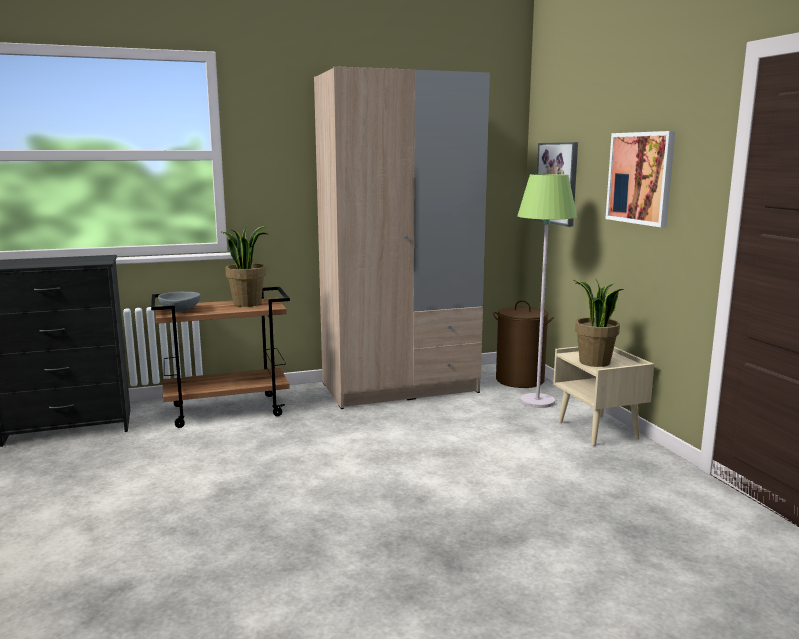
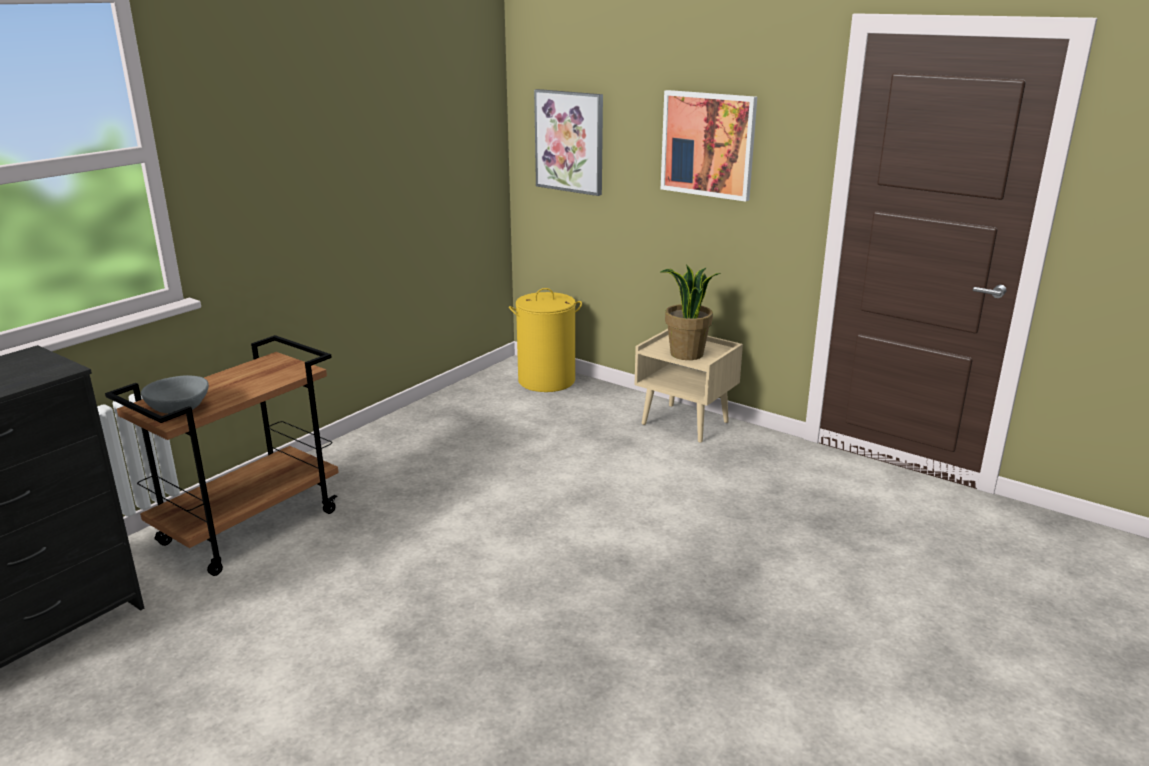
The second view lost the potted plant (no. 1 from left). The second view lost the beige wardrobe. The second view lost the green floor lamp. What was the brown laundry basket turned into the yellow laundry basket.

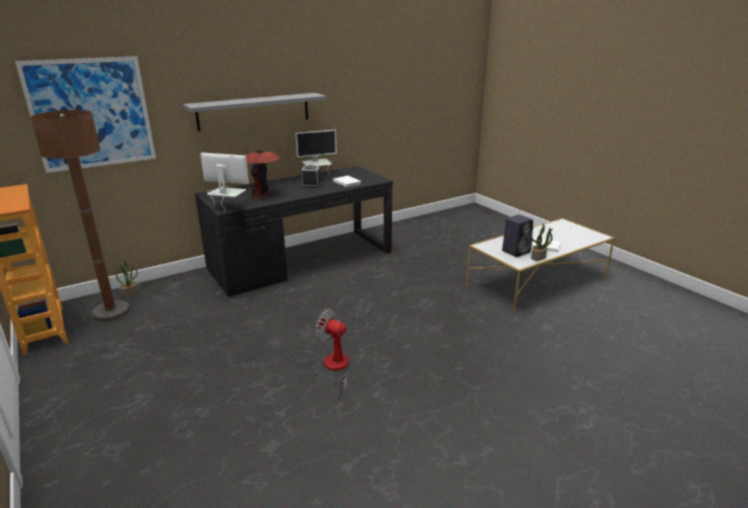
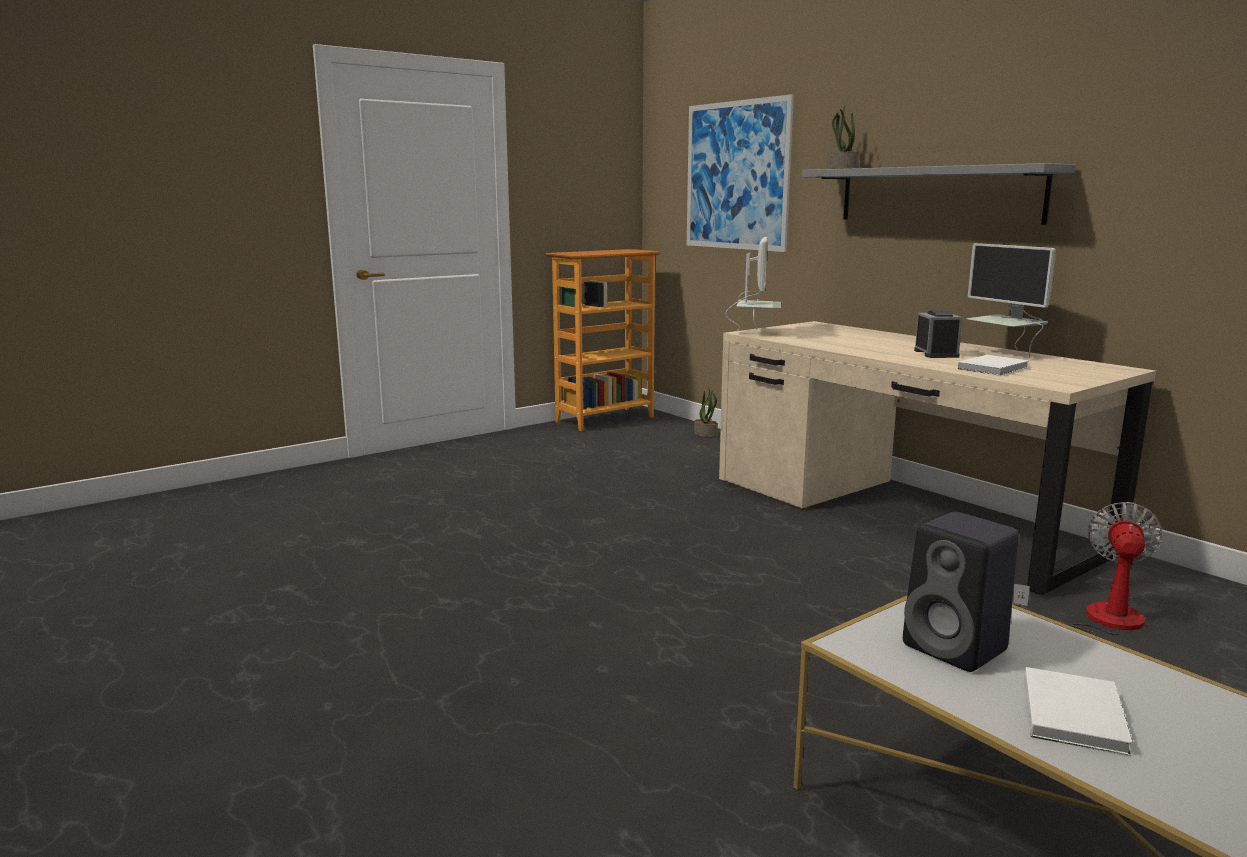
The second view lost the brown floor lamp. The second view lost the table lamp. The fan ended up elsewhere. The potted plant (no. 2 from left) ended up elsewhere. What was the black desk turned into the beige desk.

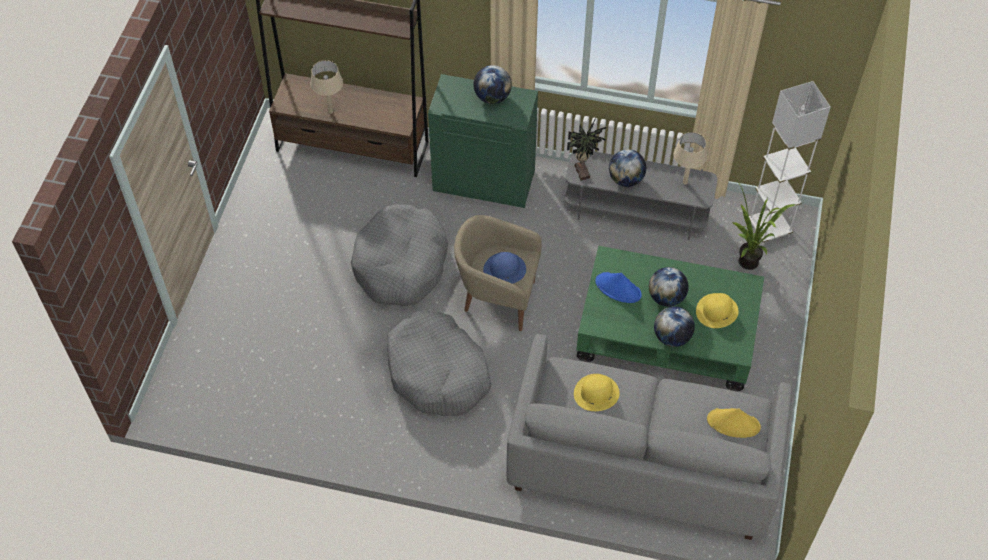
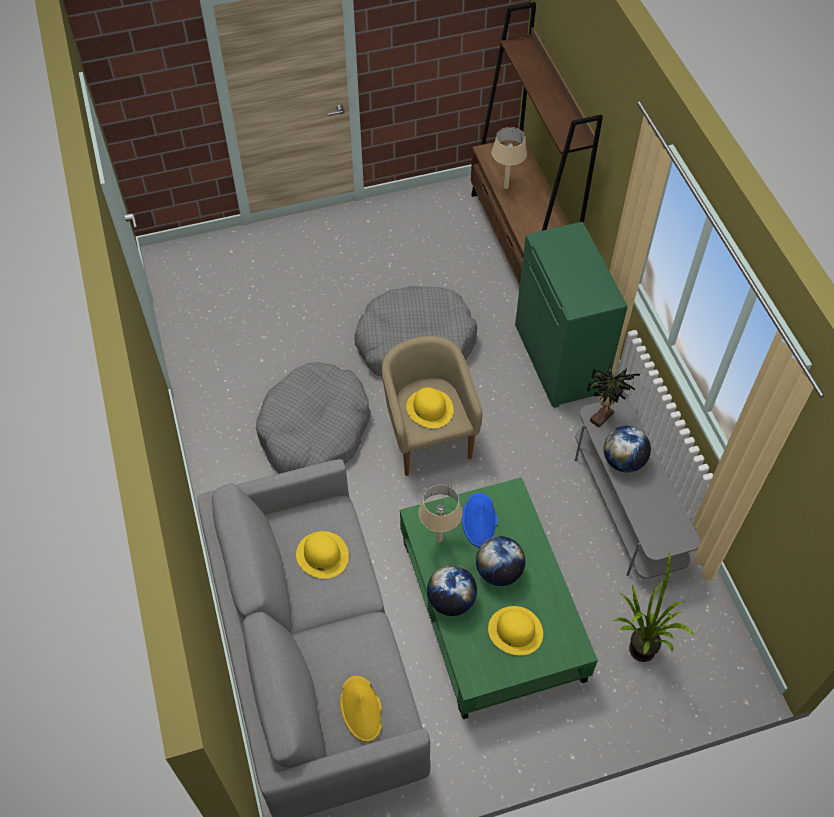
The second view lost the globe (no. 1 from left). The second view lost the white floor lamp. The beige table lamp (no. 2 from left in the first image) ended up elsewhere. What was the blue hat (no. 1 from left) turned into the yellow hat (no. 3 from left).

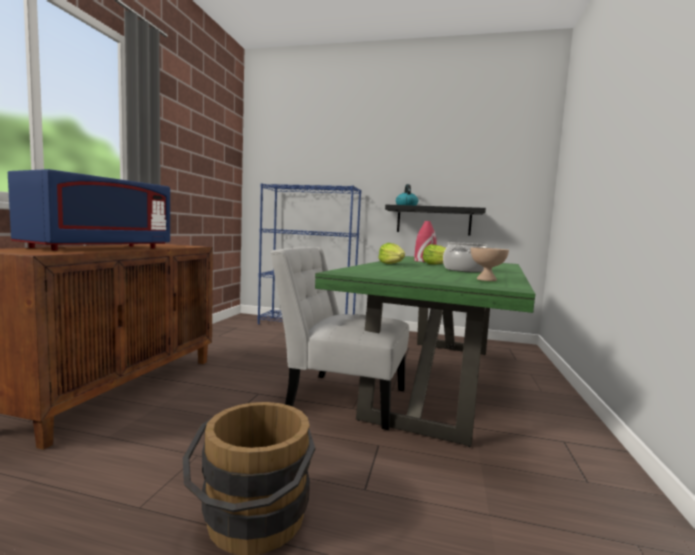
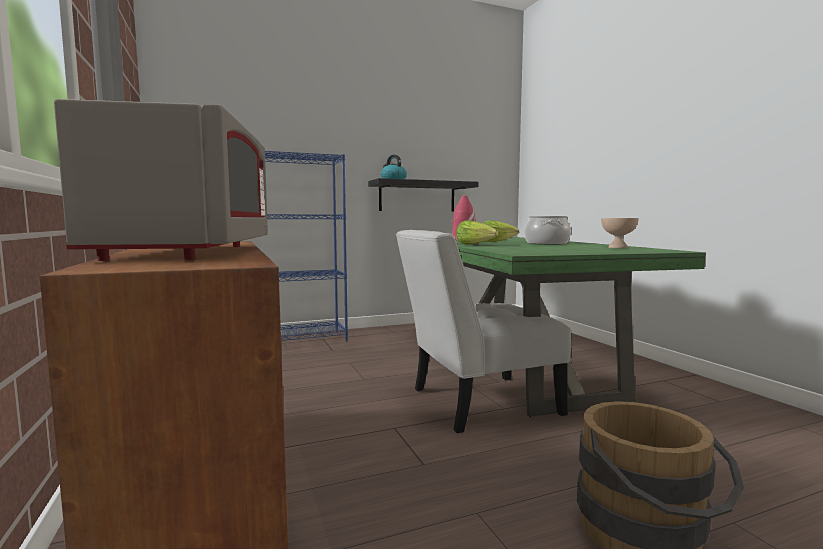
What was the blue microwave turned into the grey microwave.

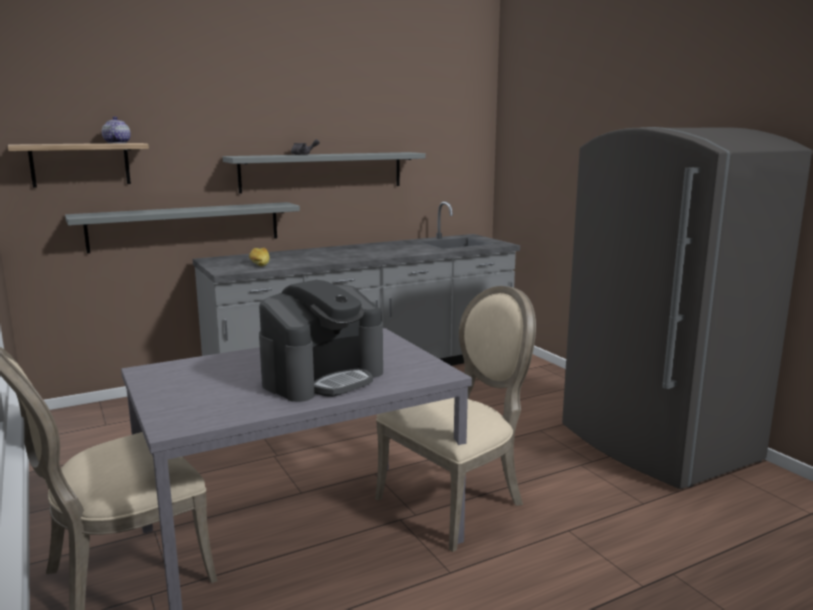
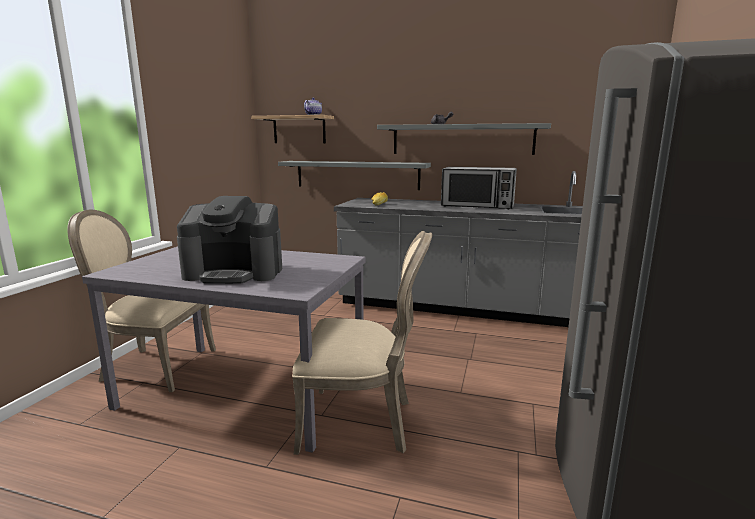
The second view gained the microwave.

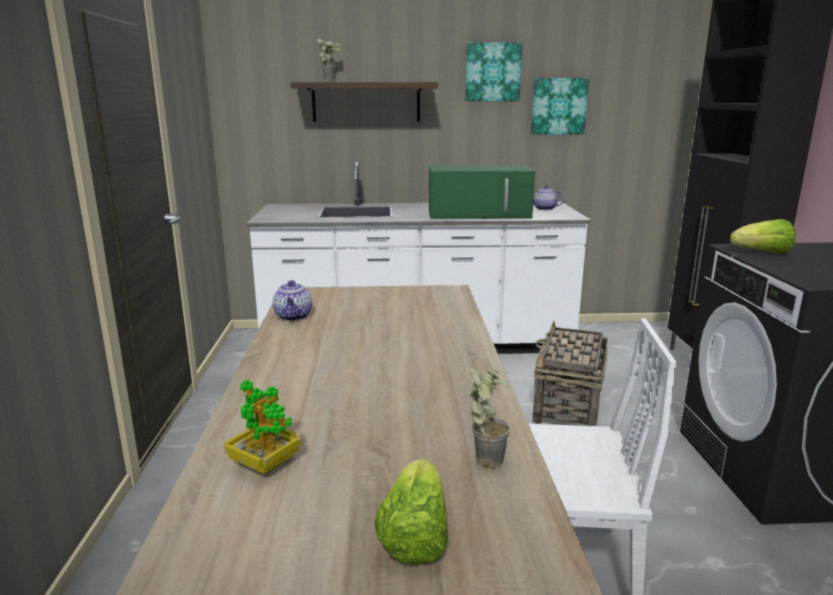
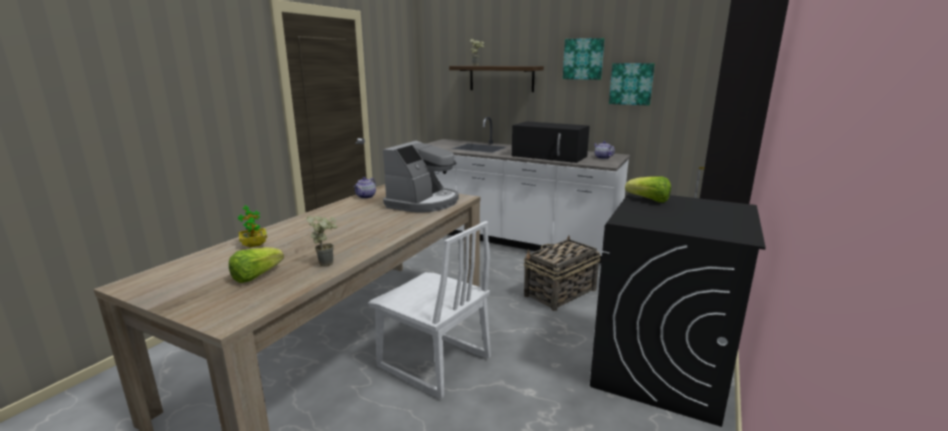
The second view gained the coffee machine. What was the green microwave turned into the black microwave.

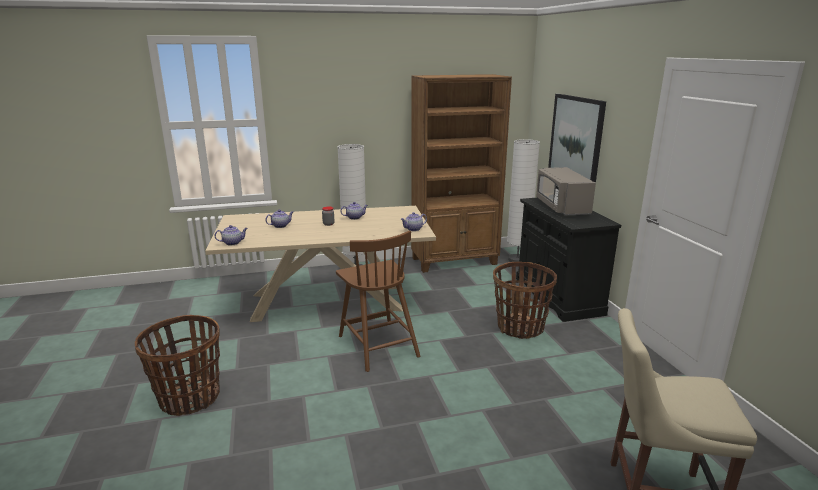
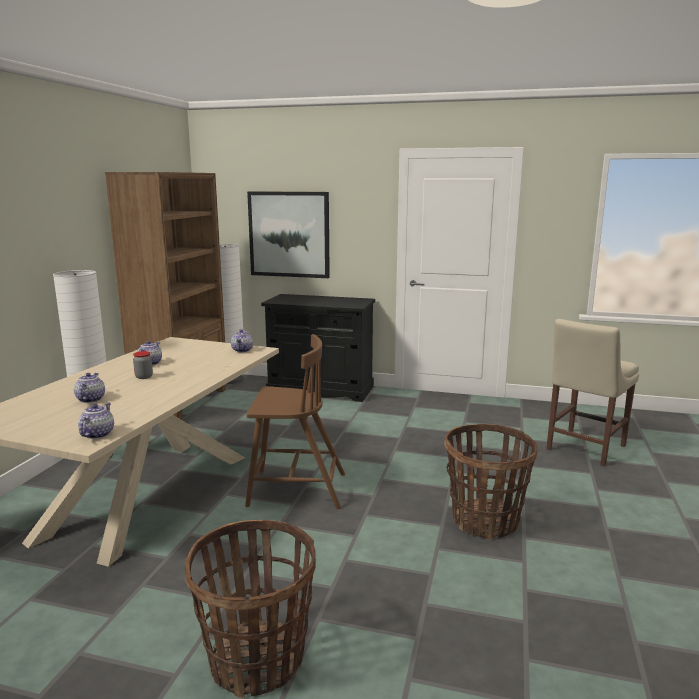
The second view lost the grey microwave. The basket (no. 2 from left) ended up elsewhere.

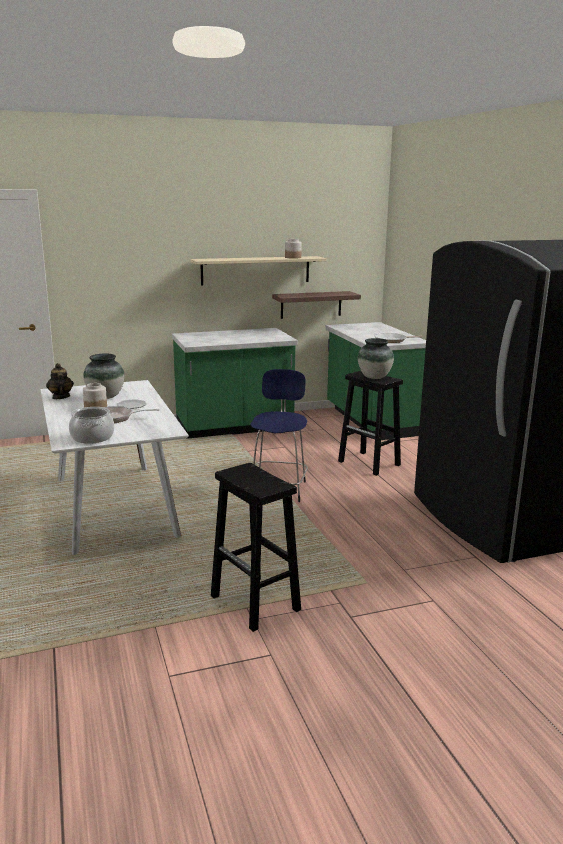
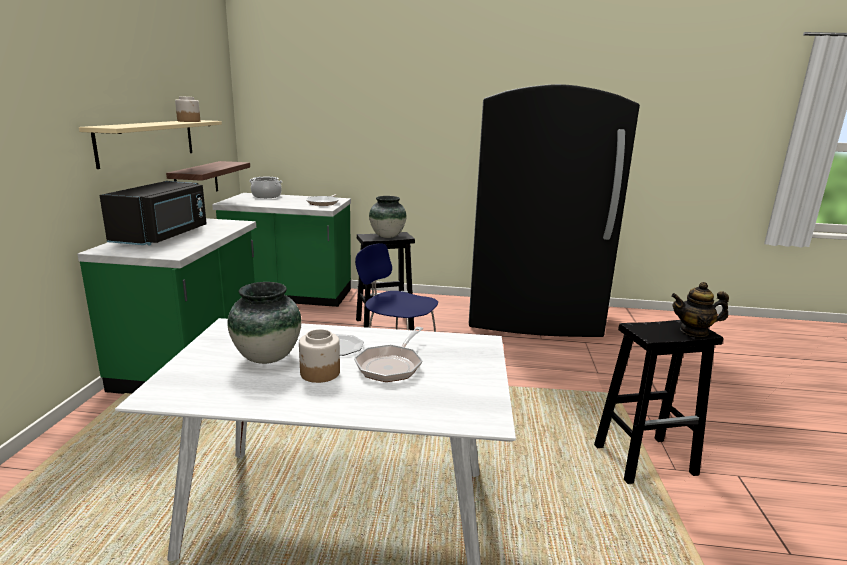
The second view gained the black microwave. The teapot ended up elsewhere. The cooking pot ended up elsewhere.

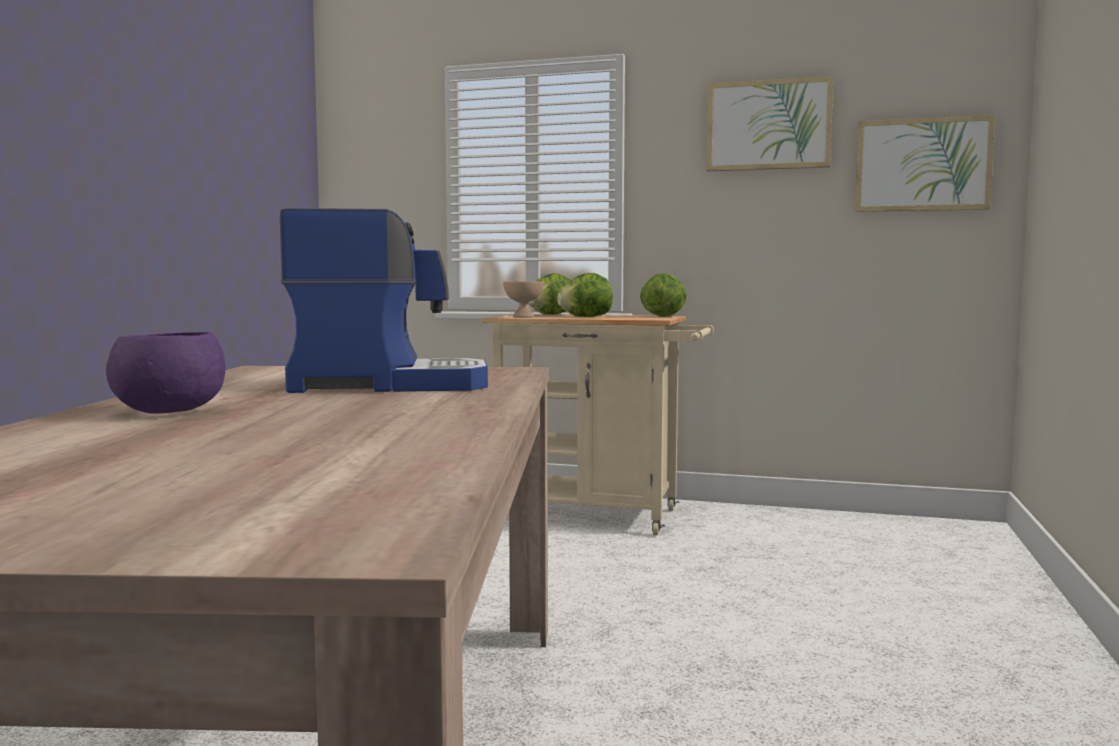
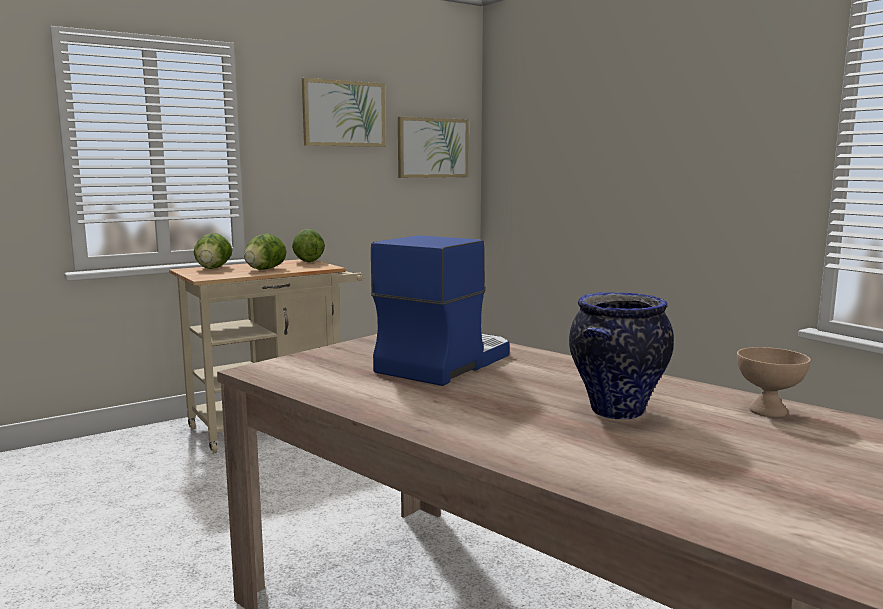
The second view lost the purple bowl. The second view gained the vase. The beige bowl ended up elsewhere.

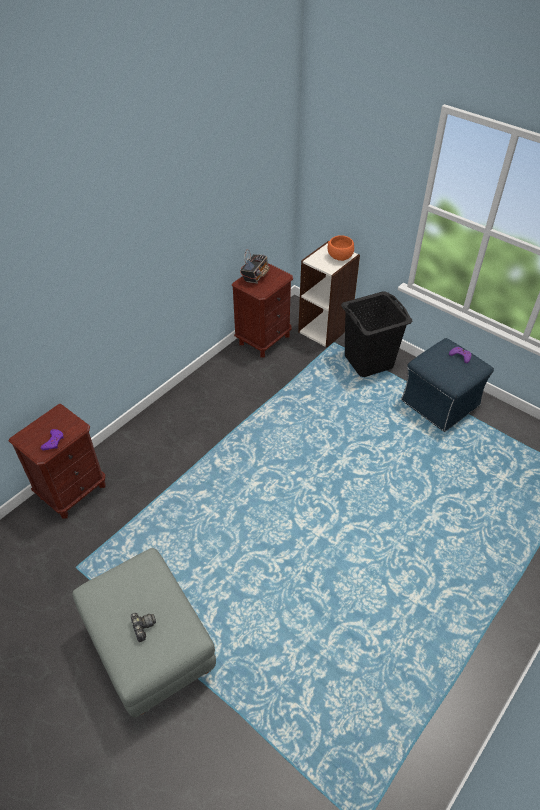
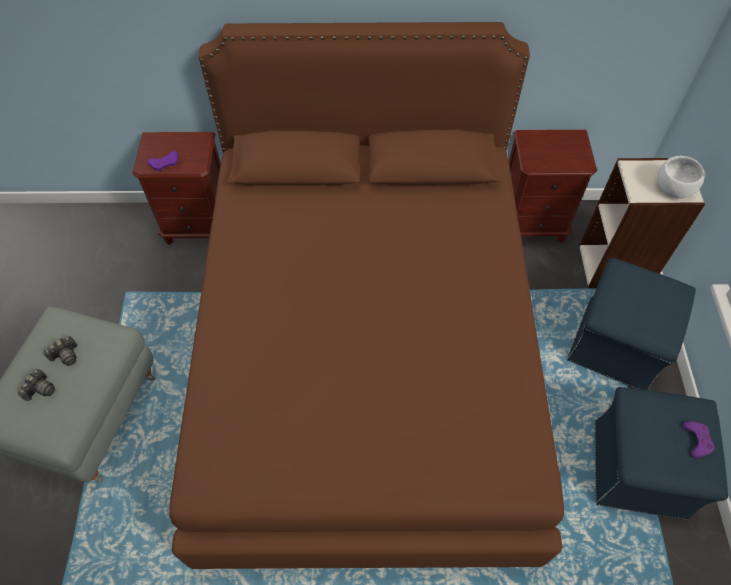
The second view lost the radio. The second view gained the photo camera (no. 2 from left). The second view gained the brown bed. Where the black laundry basket stood, the blue ottoman (no. 1 from left) came to stand. What was the orange bowl turned into the white bowl.

